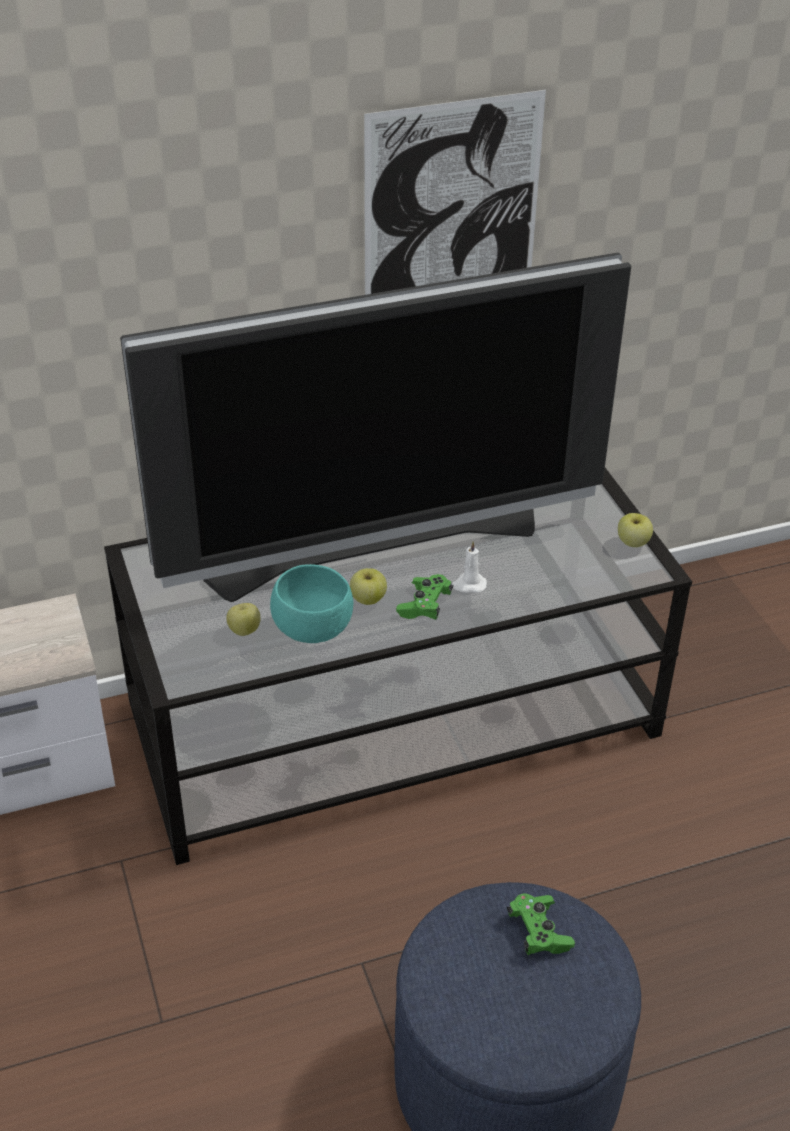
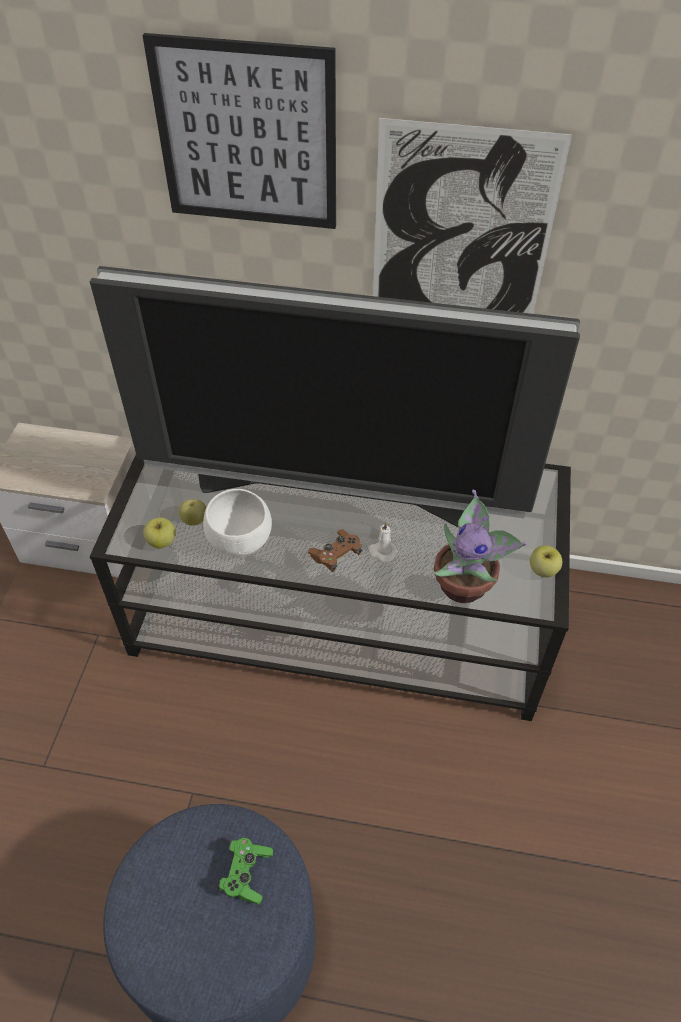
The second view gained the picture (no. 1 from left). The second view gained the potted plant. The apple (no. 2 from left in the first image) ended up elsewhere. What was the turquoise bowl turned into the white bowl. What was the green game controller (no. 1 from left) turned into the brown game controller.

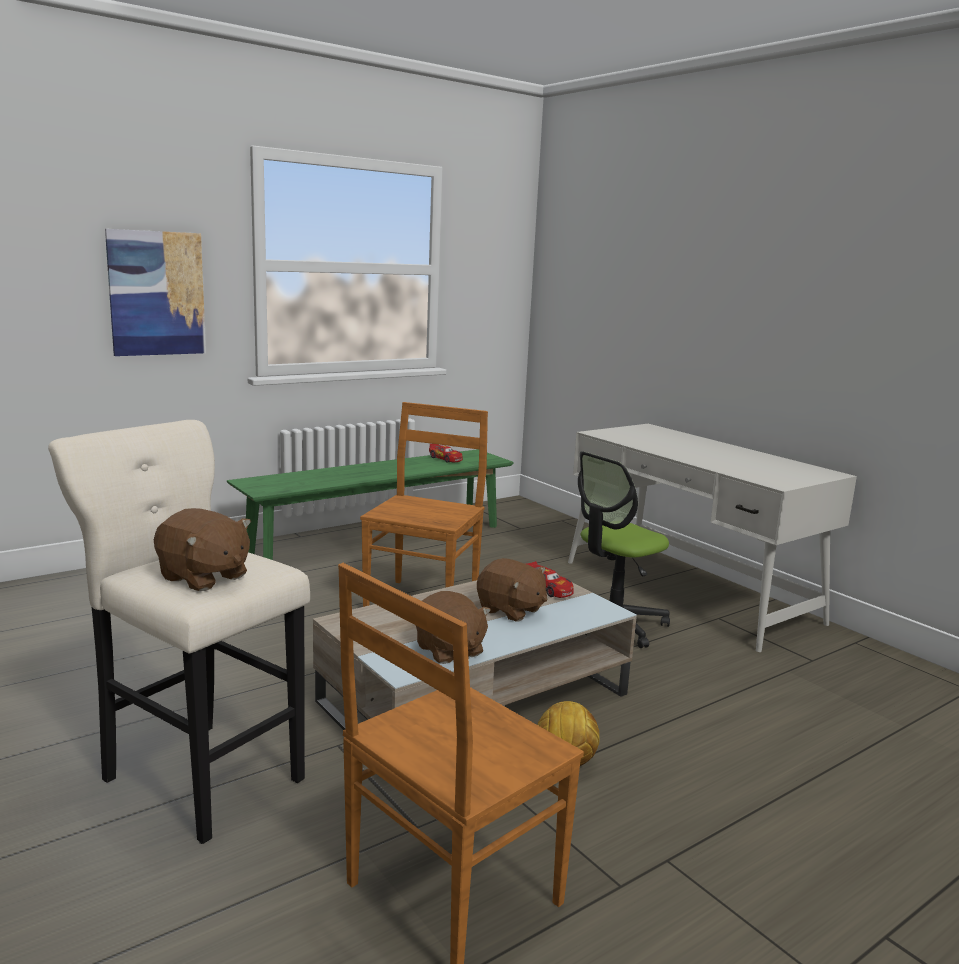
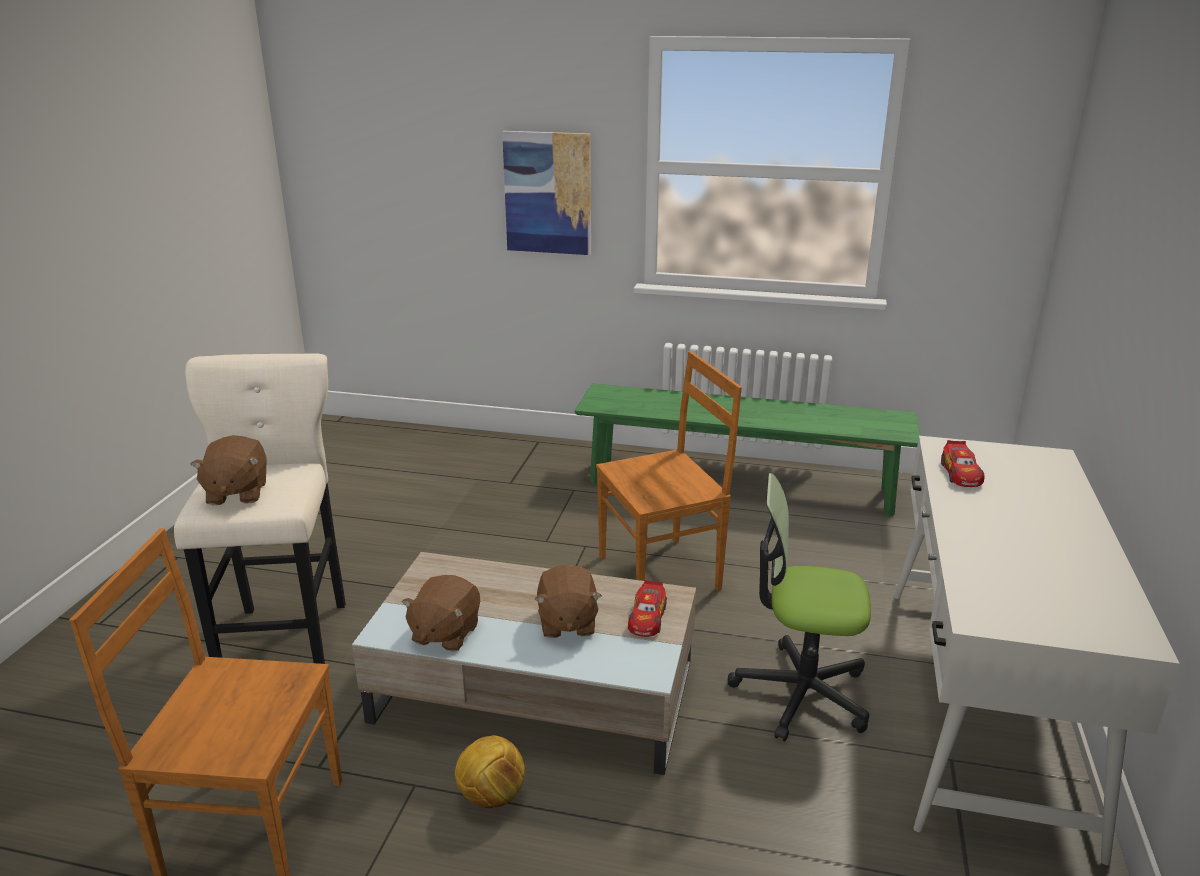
The toy car (no. 1 from left in the first image) ended up elsewhere.

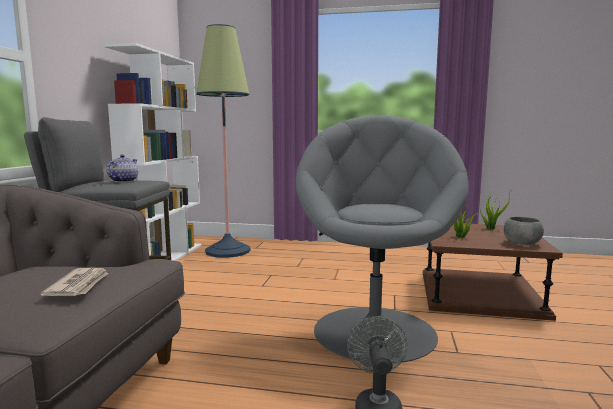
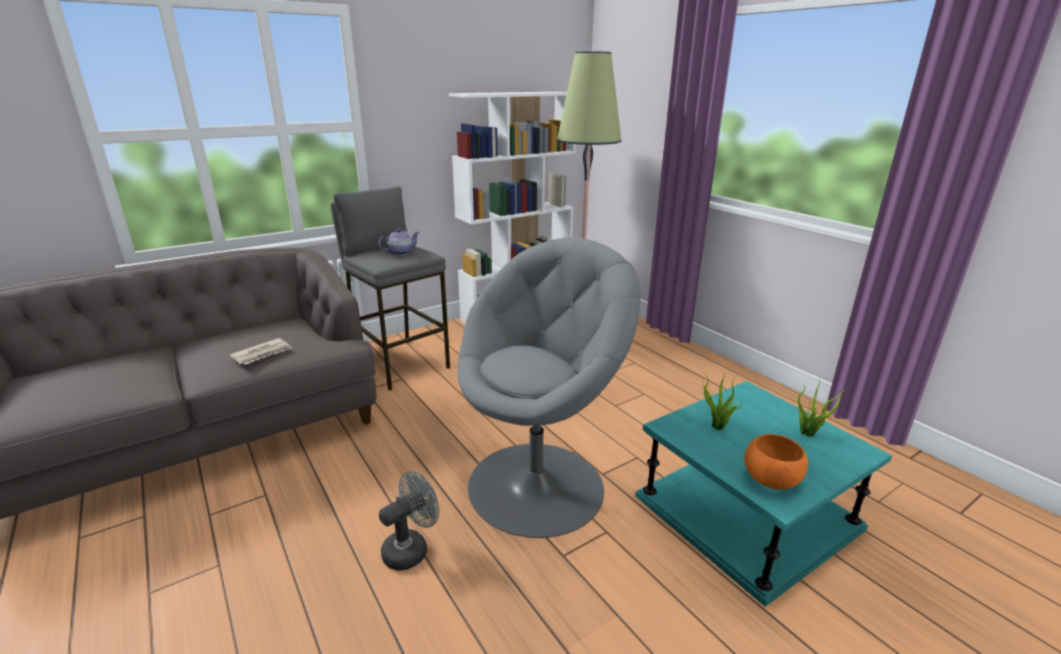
What was the brown side table turned into the turquoise side table. What was the grey bowl turned into the orange bowl.

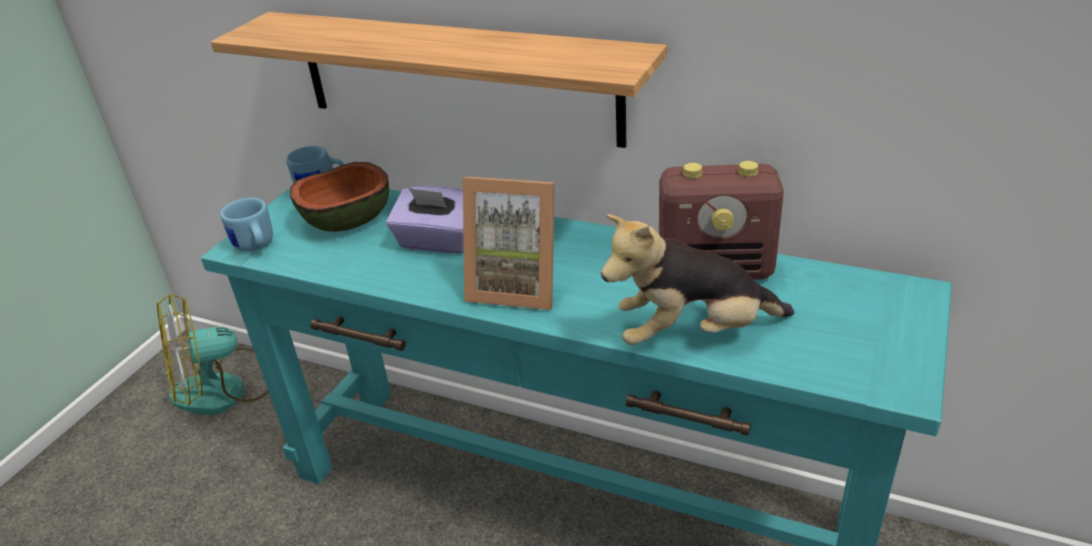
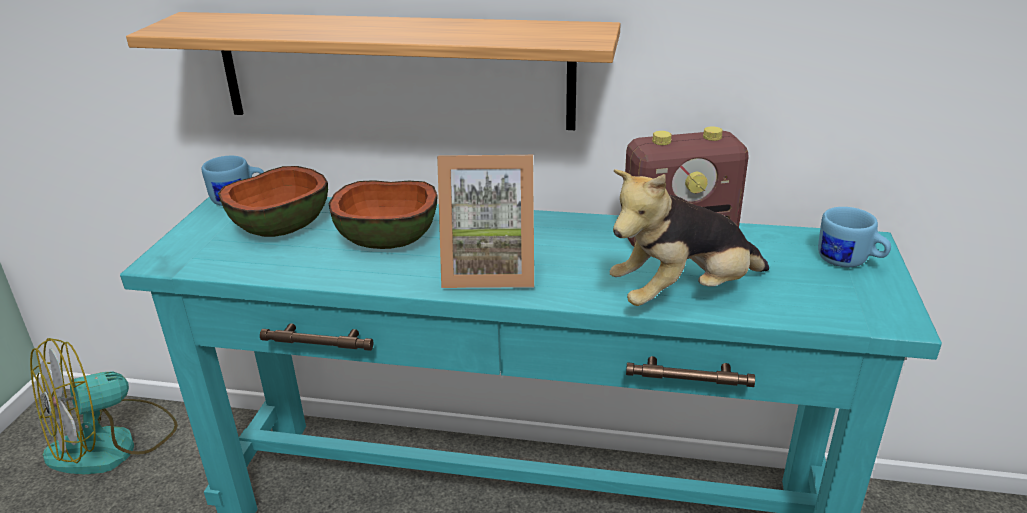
The blue mug (no. 1 from left in the first image) ended up elsewhere. Where the purple tissue box stood, the bowl (no. 2 from left) came to stand.

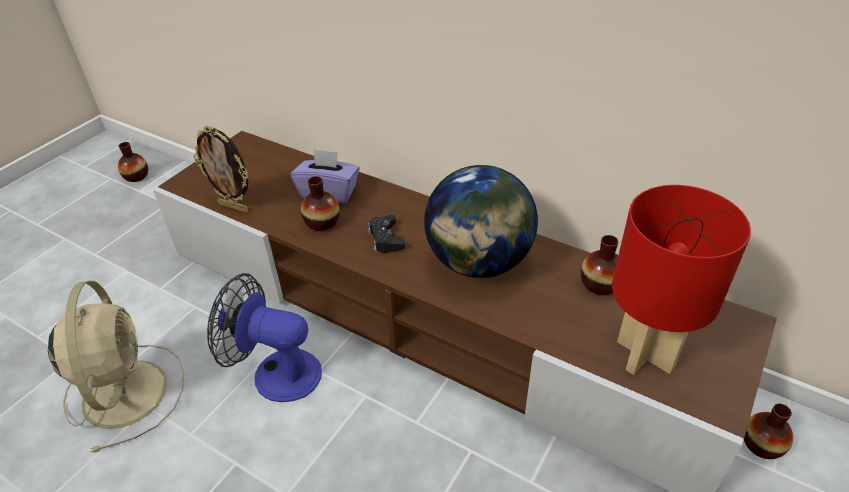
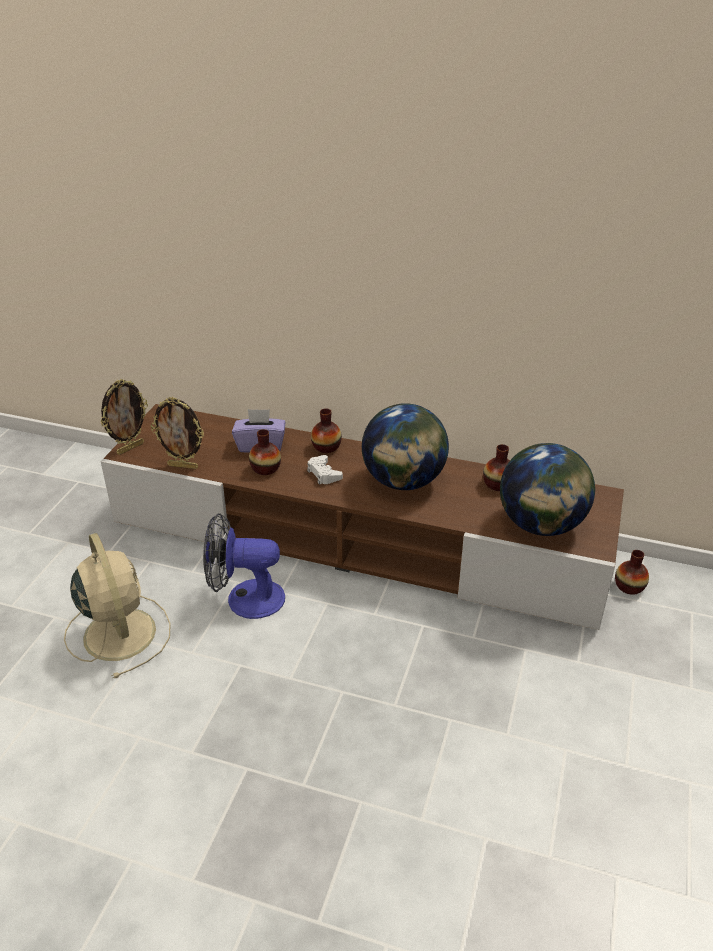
The second view gained the picture frame (no. 1 from left). The vase (no. 1 from left in the first image) ended up elsewhere. Where the red table lamp stood, the globe (no. 2 from left) came to stand. What was the black game controller turned into the white game controller.

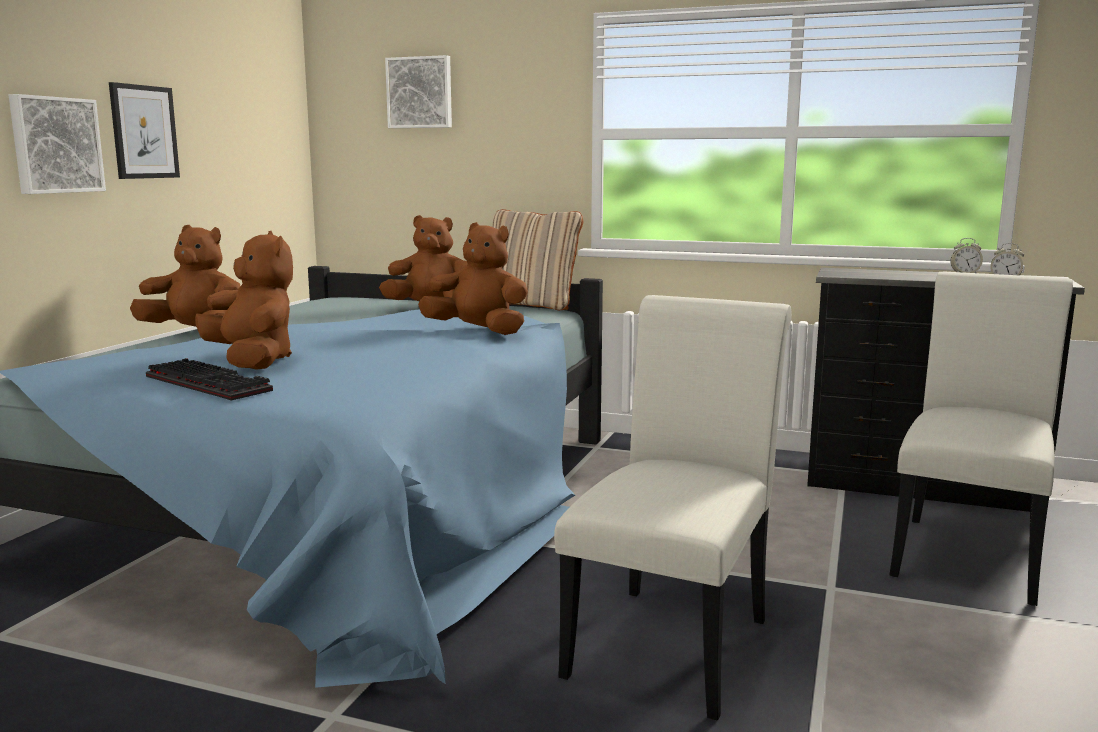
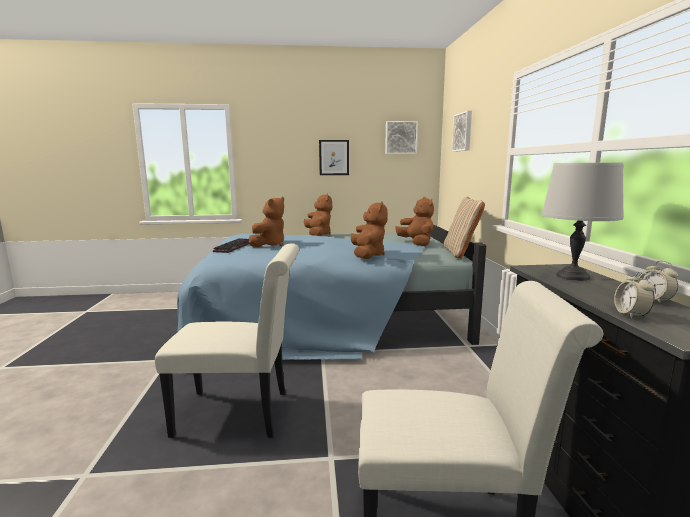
The second view gained the grey table lamp. The picture (no. 1 from left in the first image) ended up elsewhere.

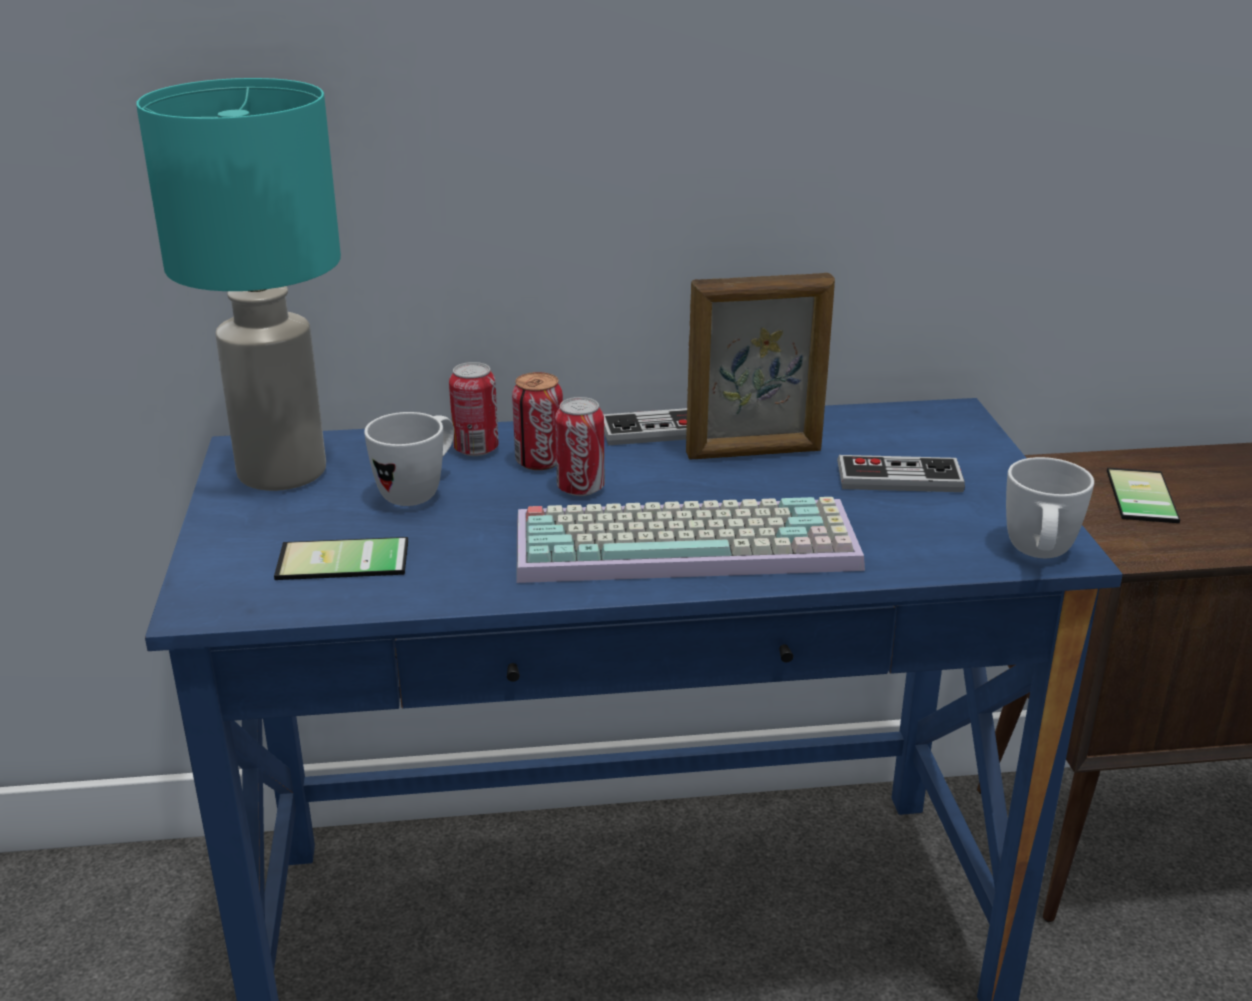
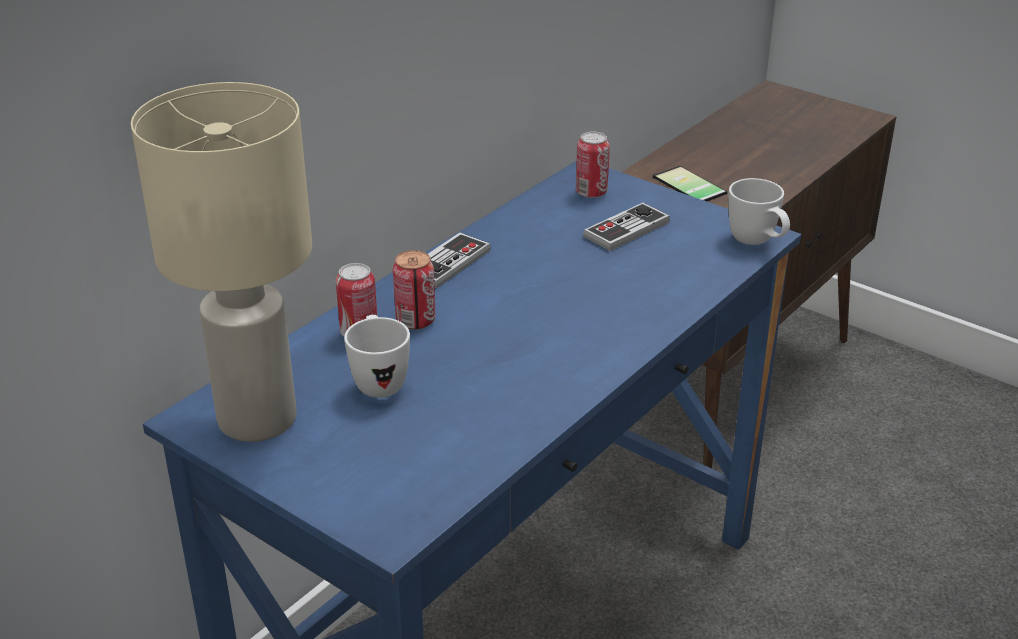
The second view lost the phone (no. 1 from left). The second view lost the keyboard. The second view lost the picture frame. The can (no. 3 from left) ended up elsewhere. What was the turquoise table lamp turned into the beige table lamp.

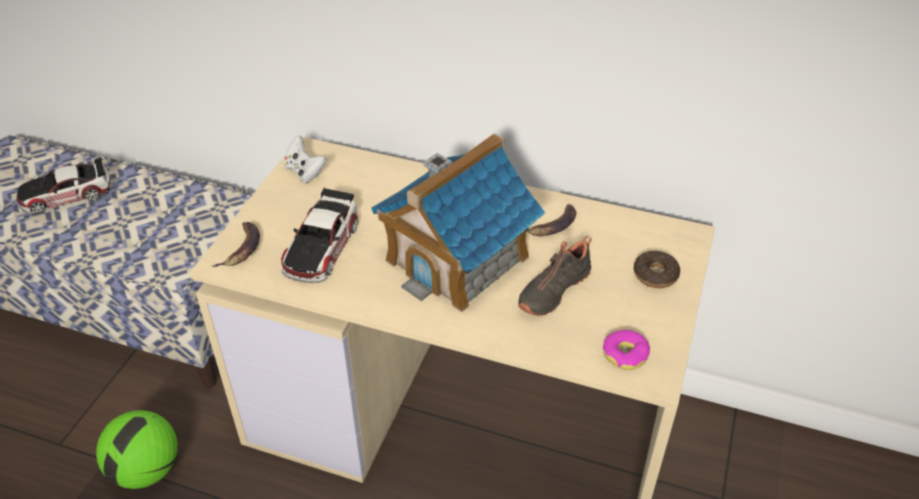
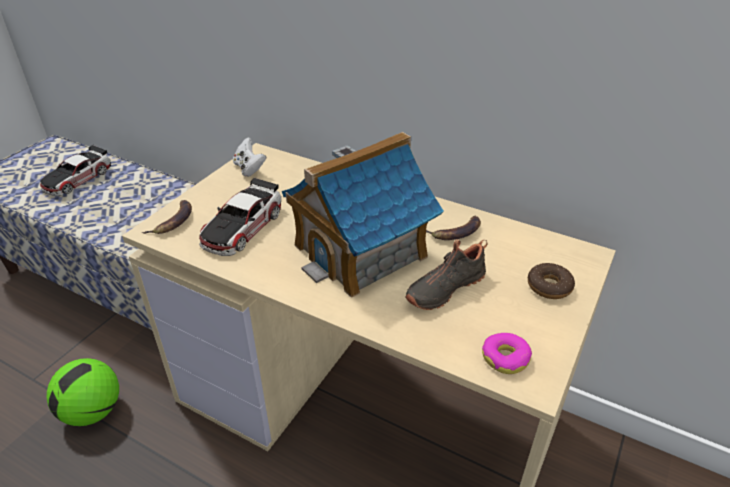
The toy car (no. 1 from left) ended up facing another way, 45 degrees counterclockwise from before.

